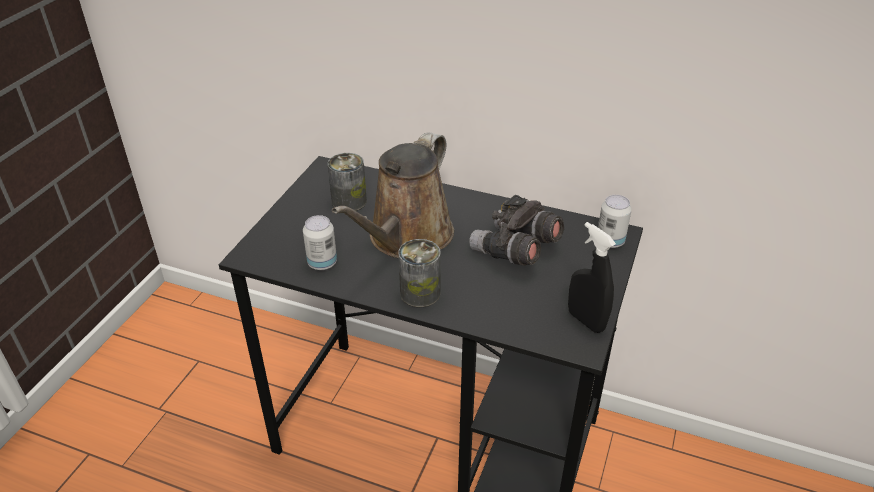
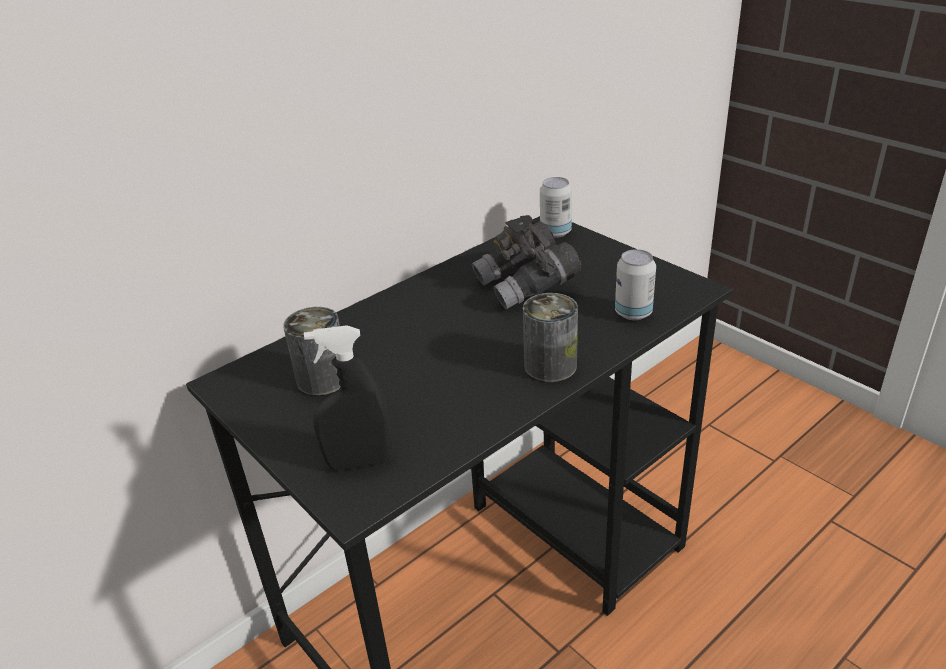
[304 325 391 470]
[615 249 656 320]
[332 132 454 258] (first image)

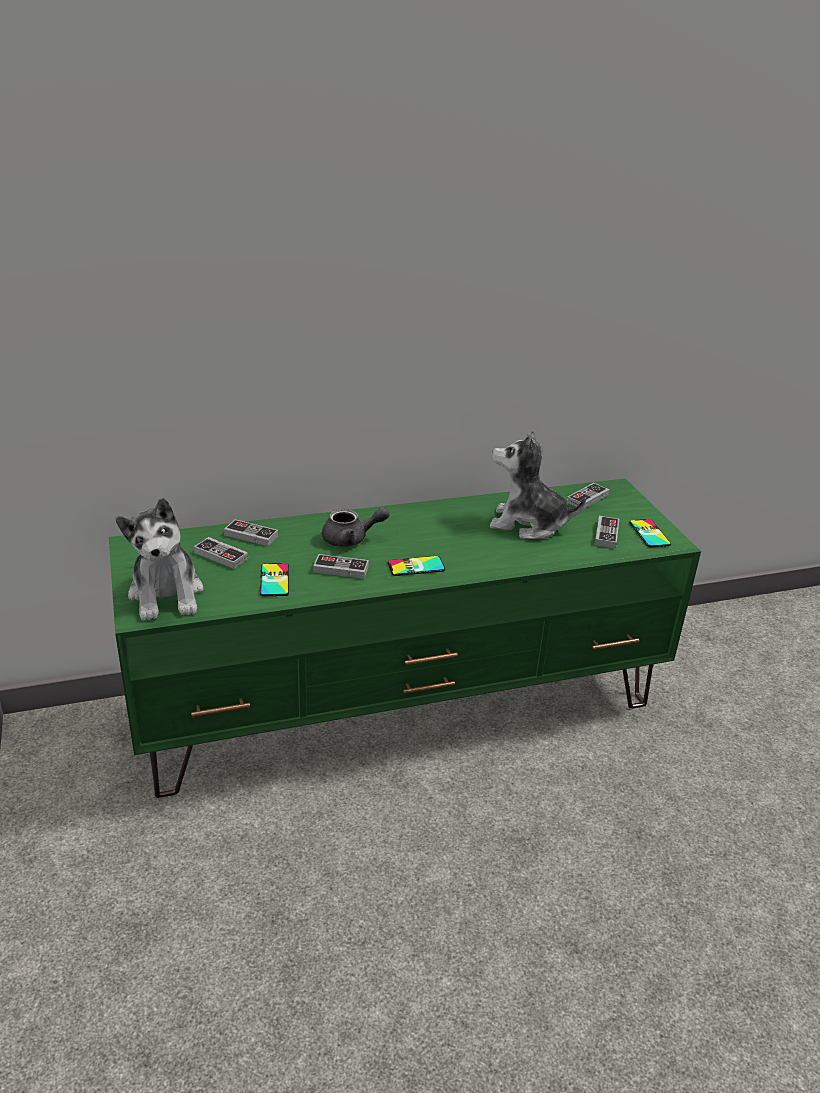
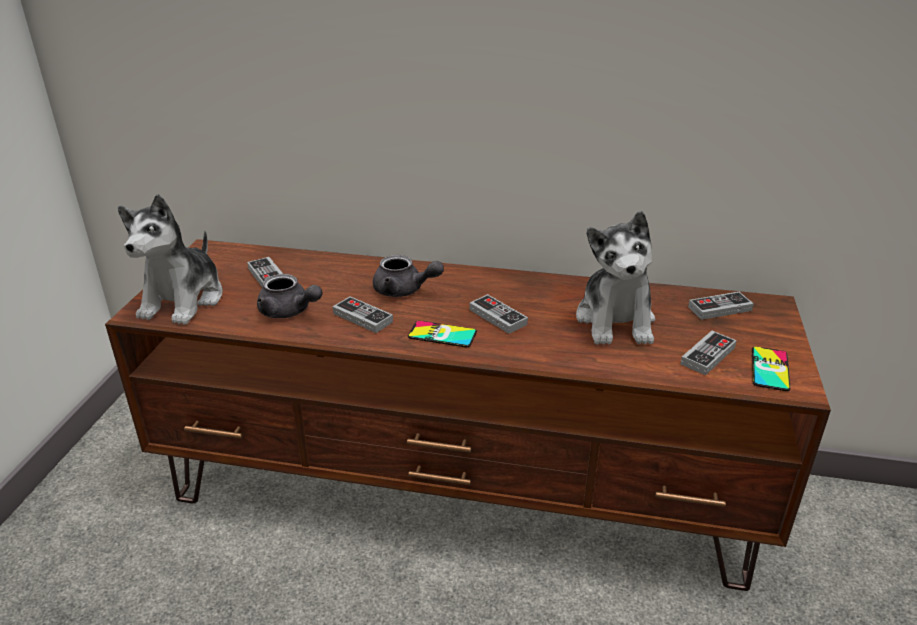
[105 239 831 591]
[257 274 323 318]
[469 294 528 334]
[576 211 655 345]

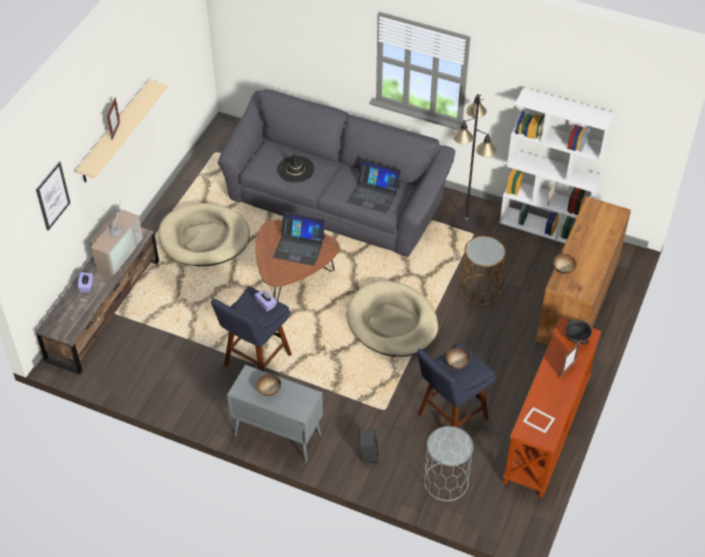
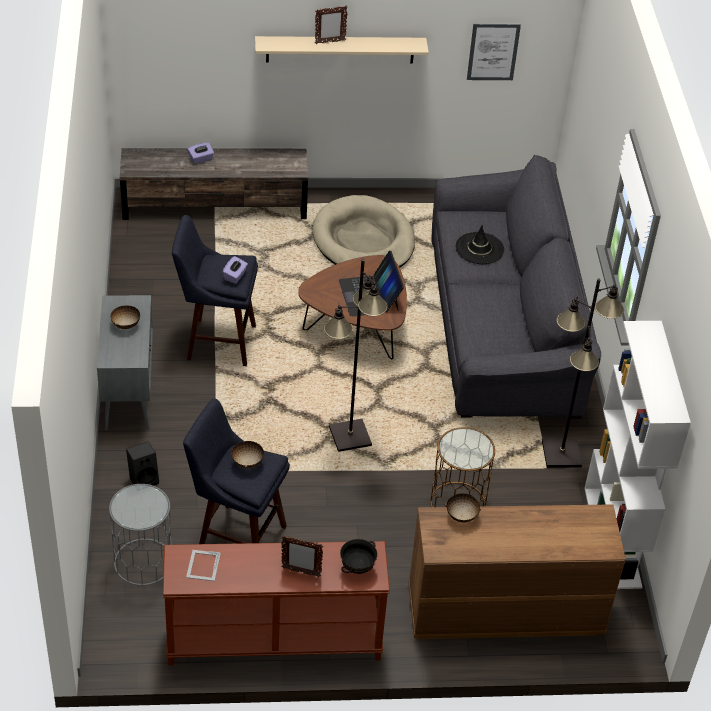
[324 259 388 452]
[467 23 521 80]
[89 200 143 276] (first image)
[348 159 401 213] (first image)

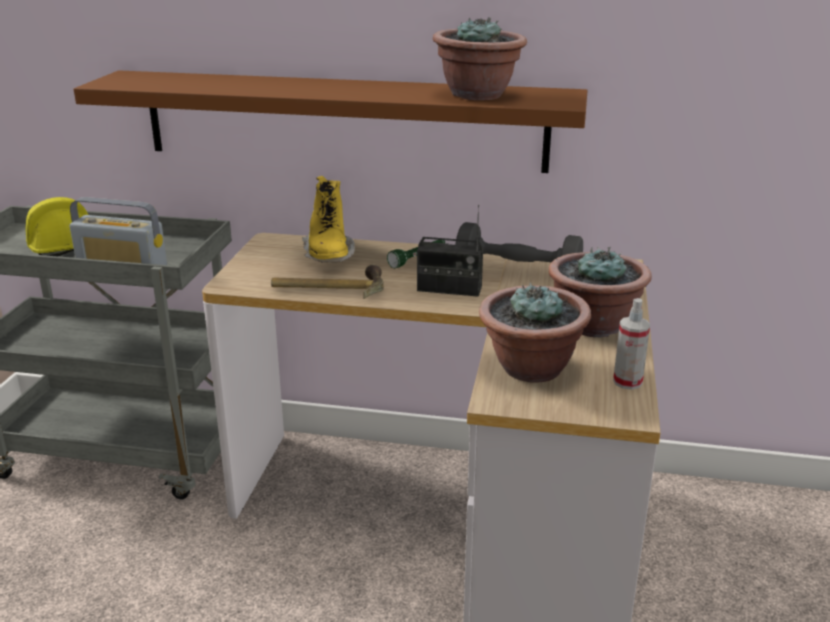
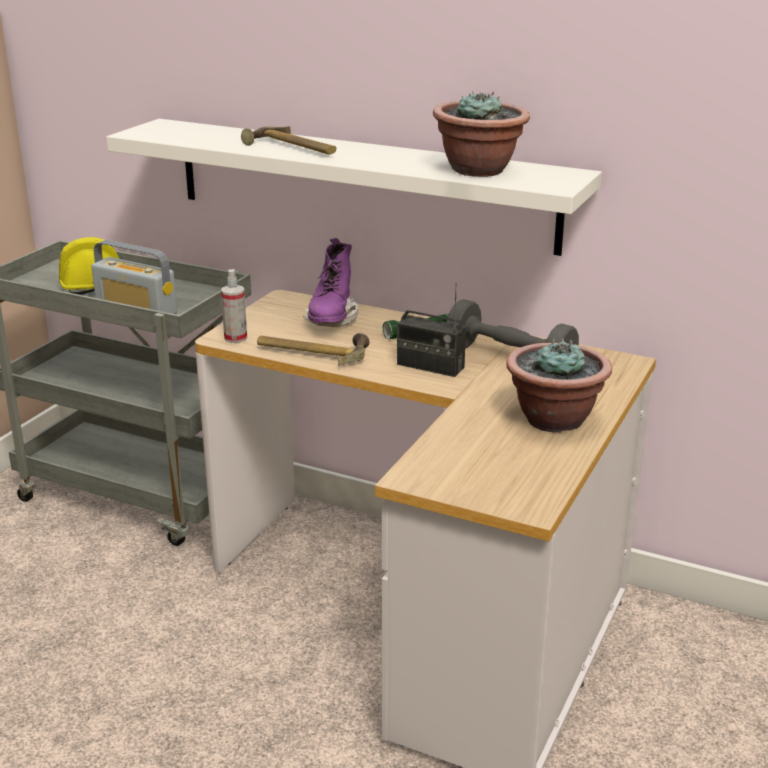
[106 119 602 256]
[221 269 247 343]
[241 126 336 155]
[303 238 358 327]
[479 282 591 383] (first image)

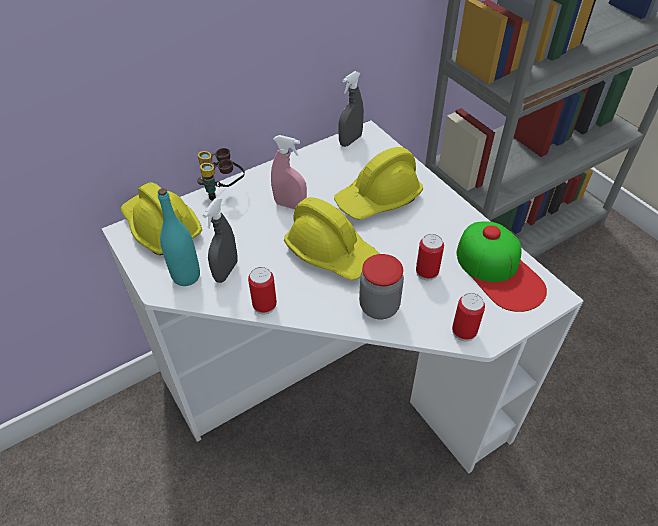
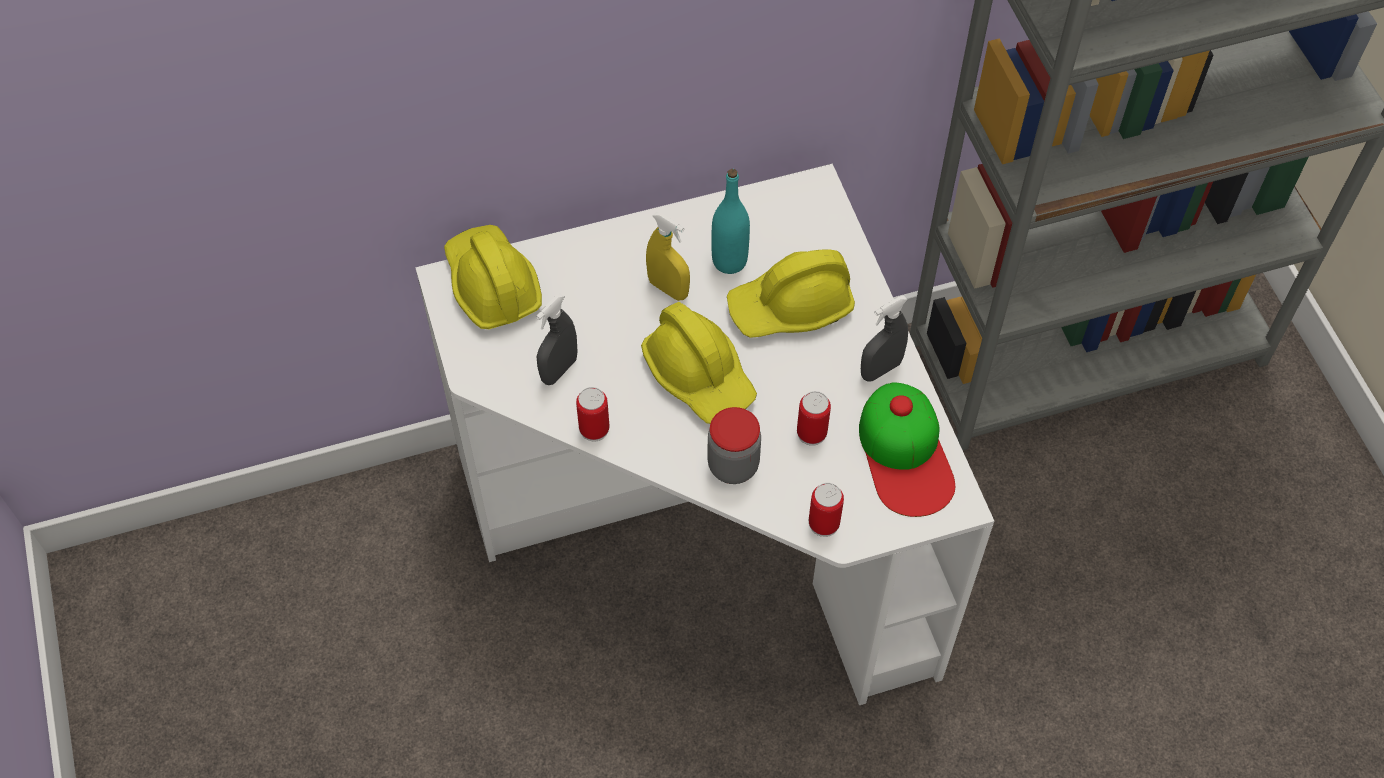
[646 212 690 301]
[711 169 750 274]
[861 295 908 382]
[197 148 245 201] (first image)

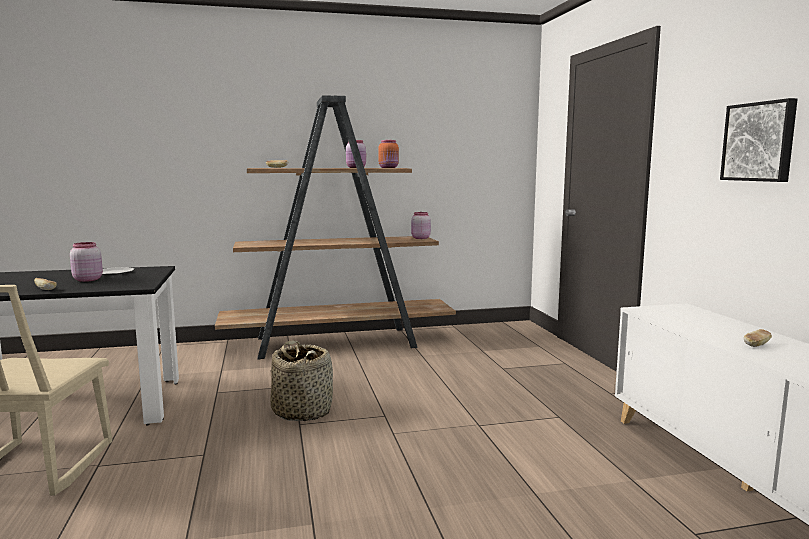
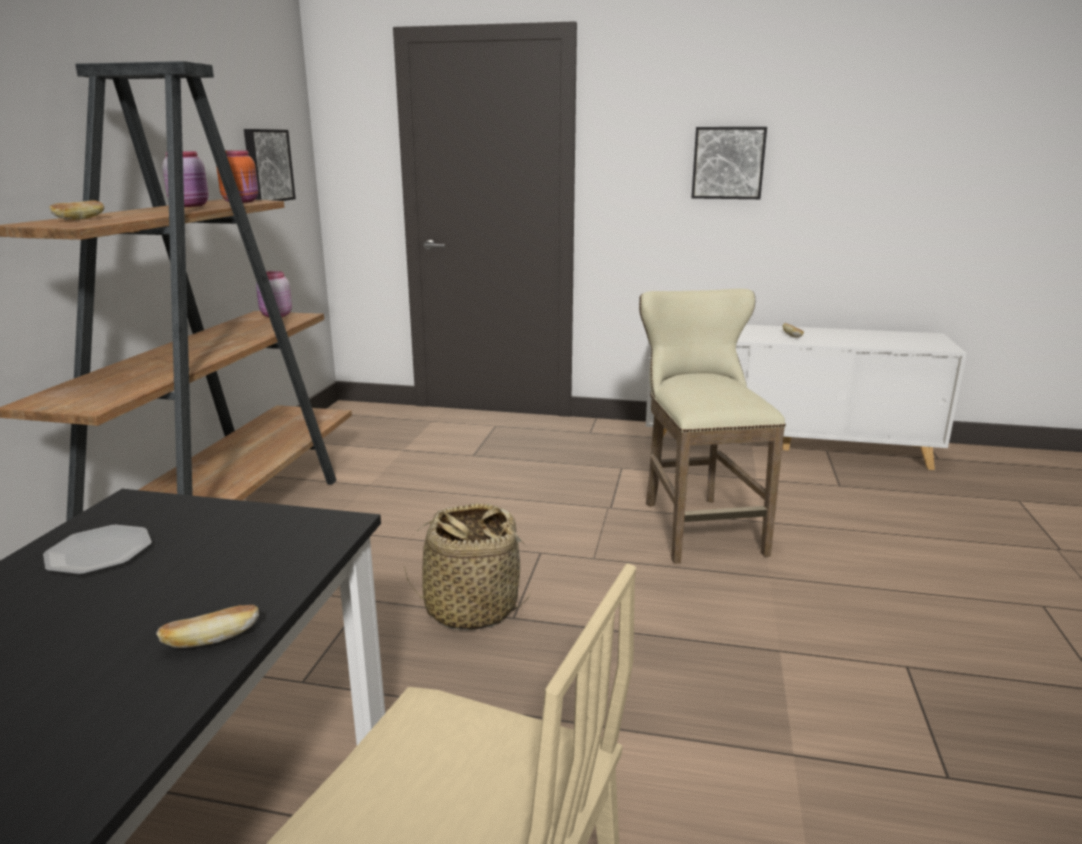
[244 129 296 201]
[639 289 786 564]
[70 242 103 282] (first image)

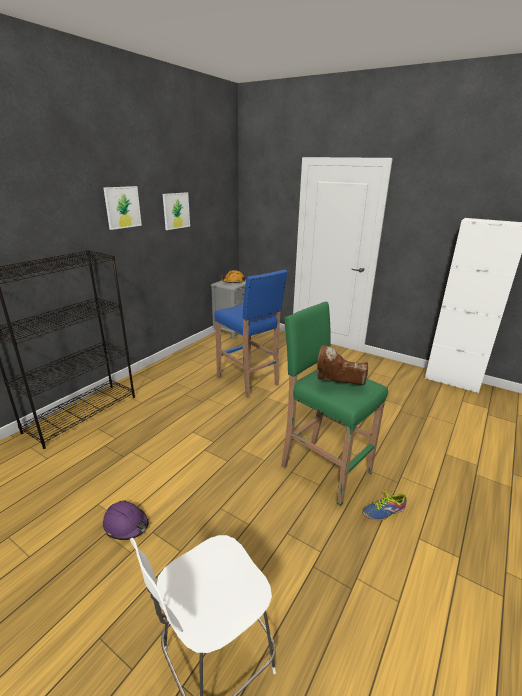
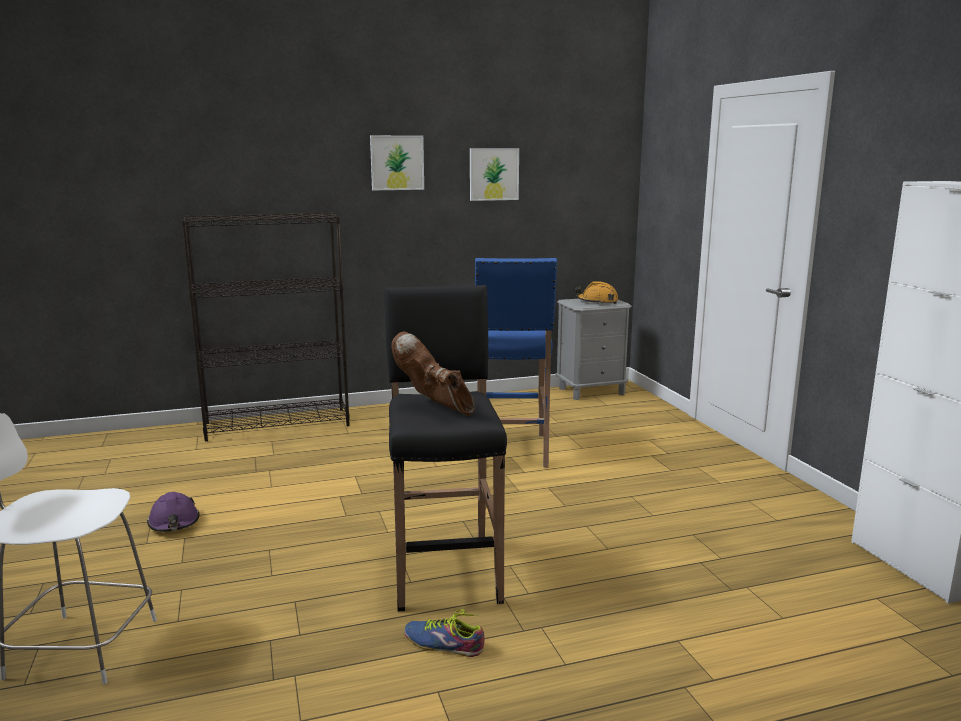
[384 285 507 612]

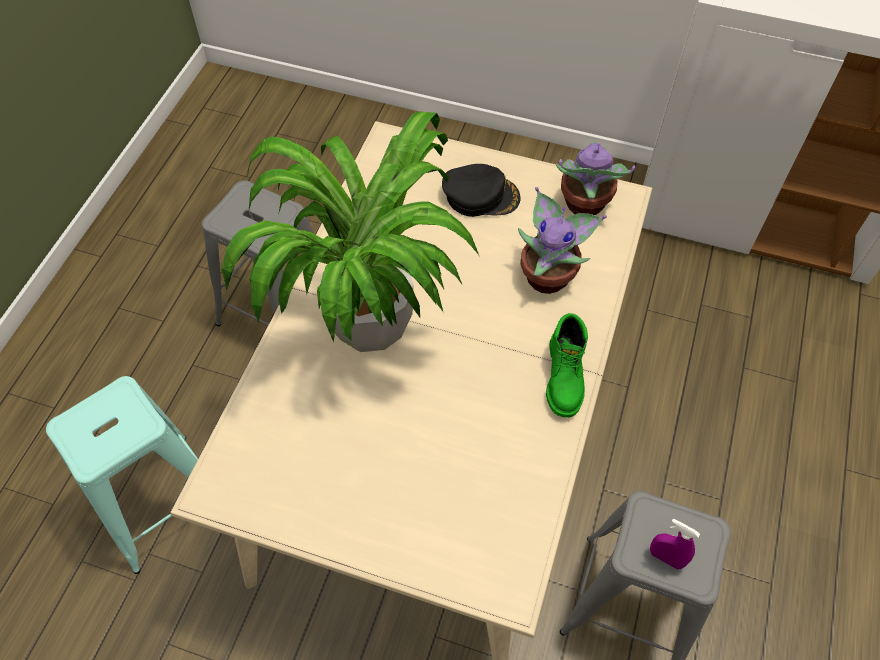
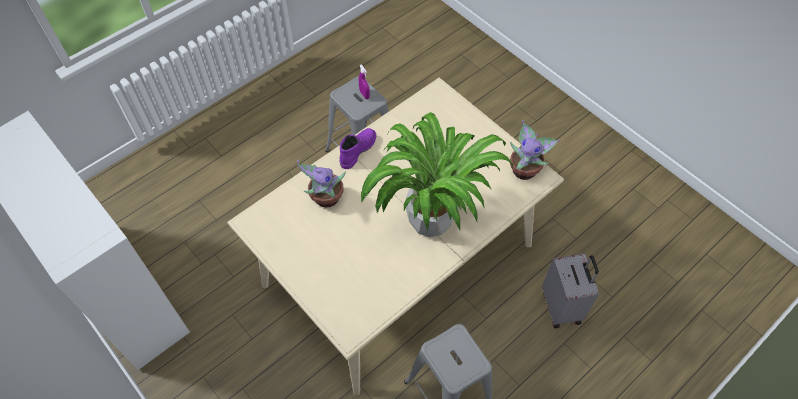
[340 128 376 169]
[510 120 560 180]
[542 254 599 328]
[442 164 521 217] (first image)

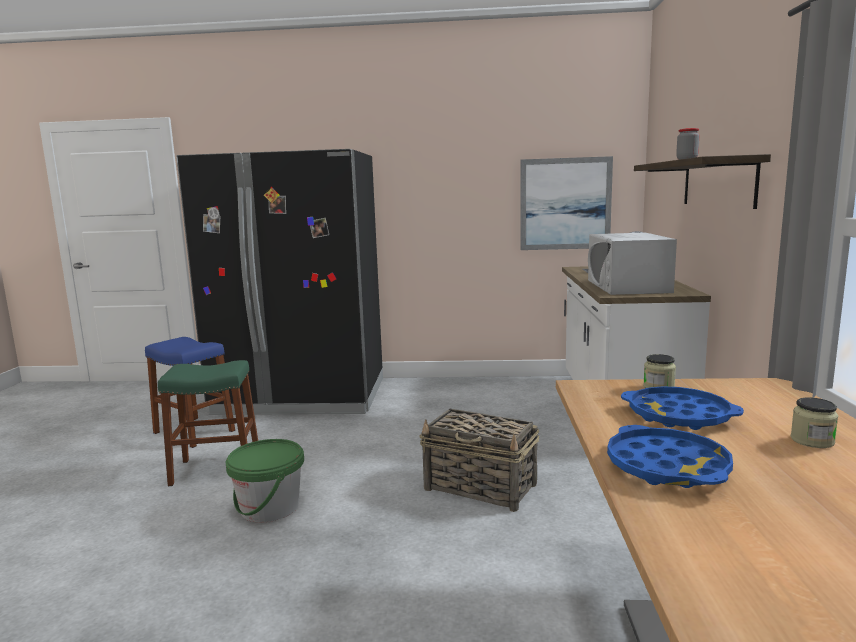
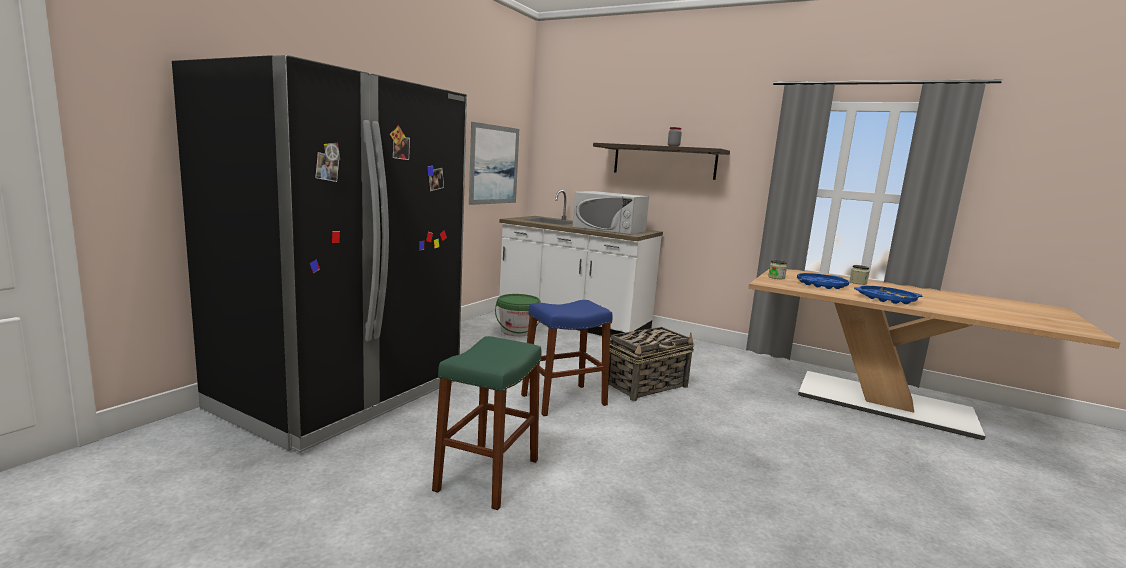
[495 294 541 336]
[521 300 613 416]

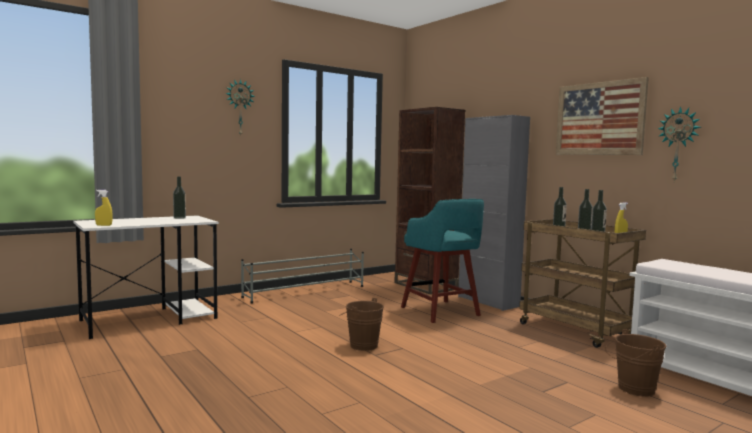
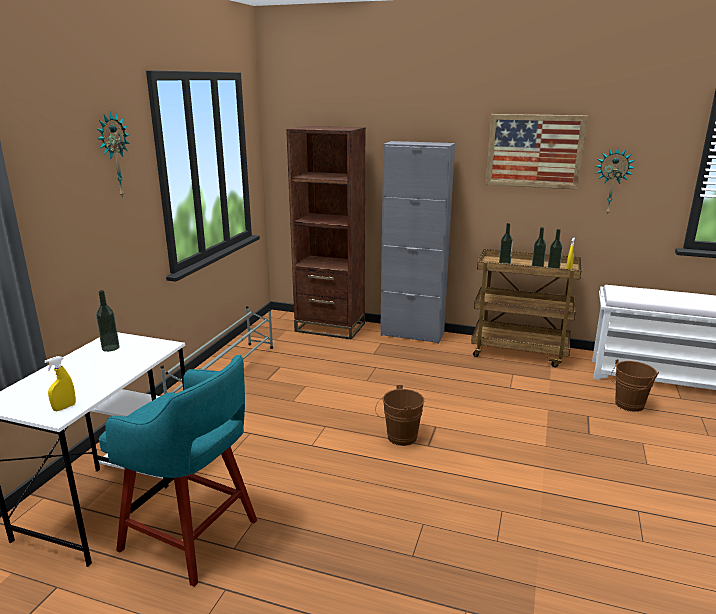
[99 355 257 587]

